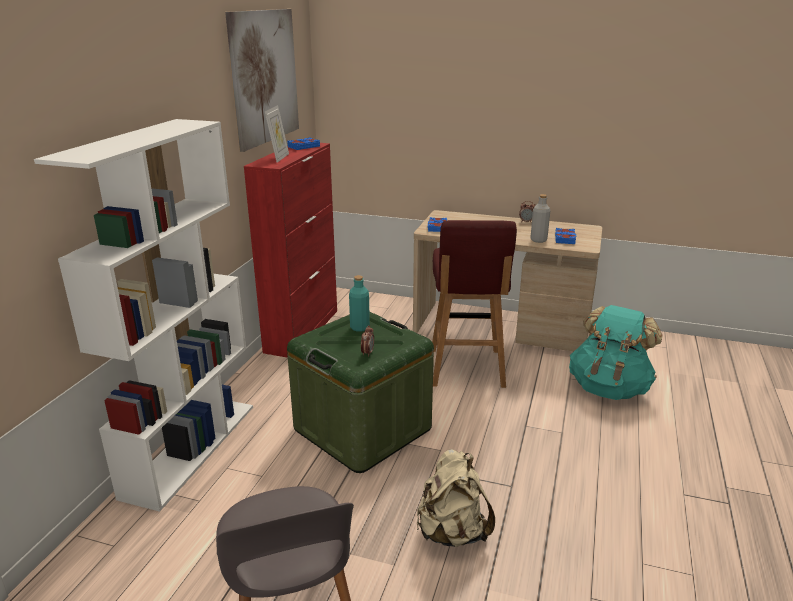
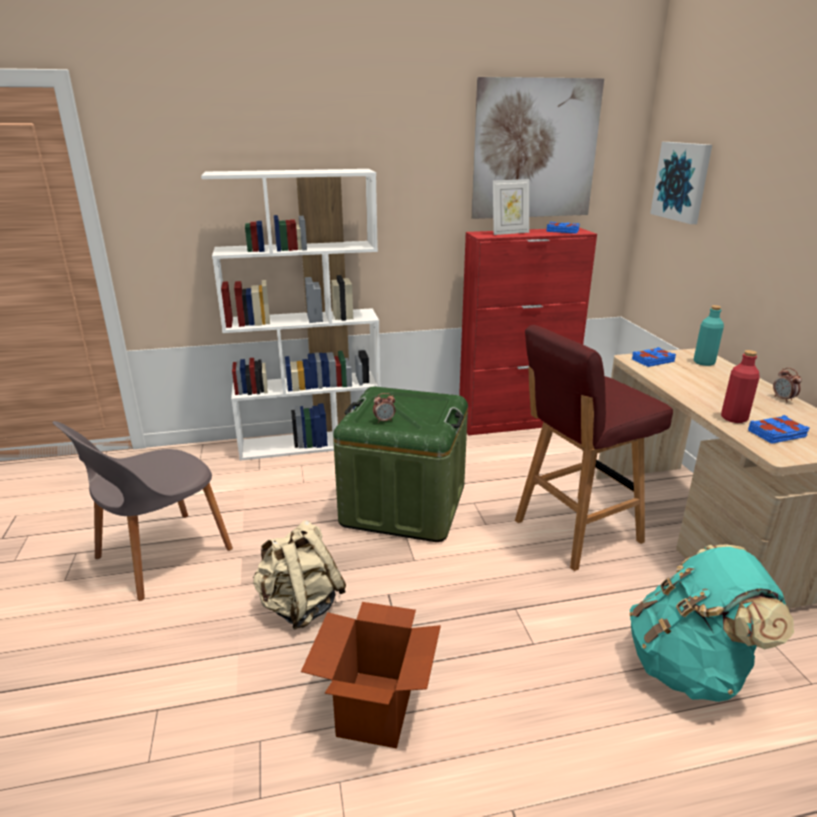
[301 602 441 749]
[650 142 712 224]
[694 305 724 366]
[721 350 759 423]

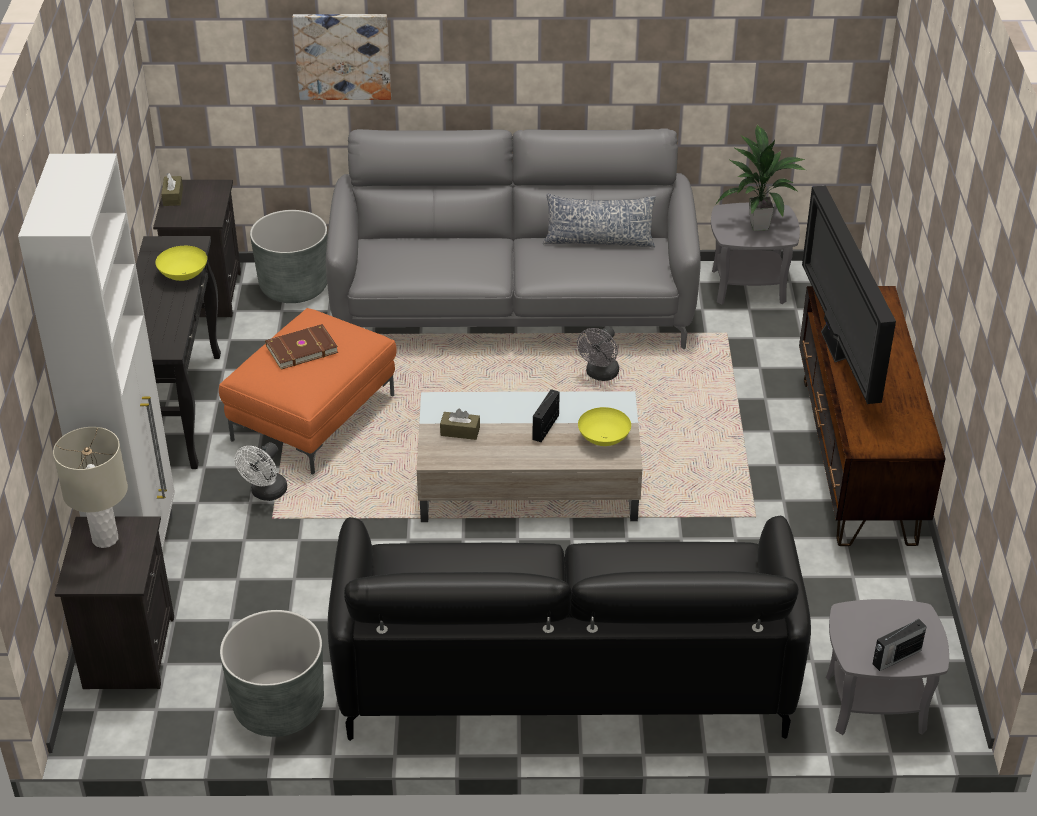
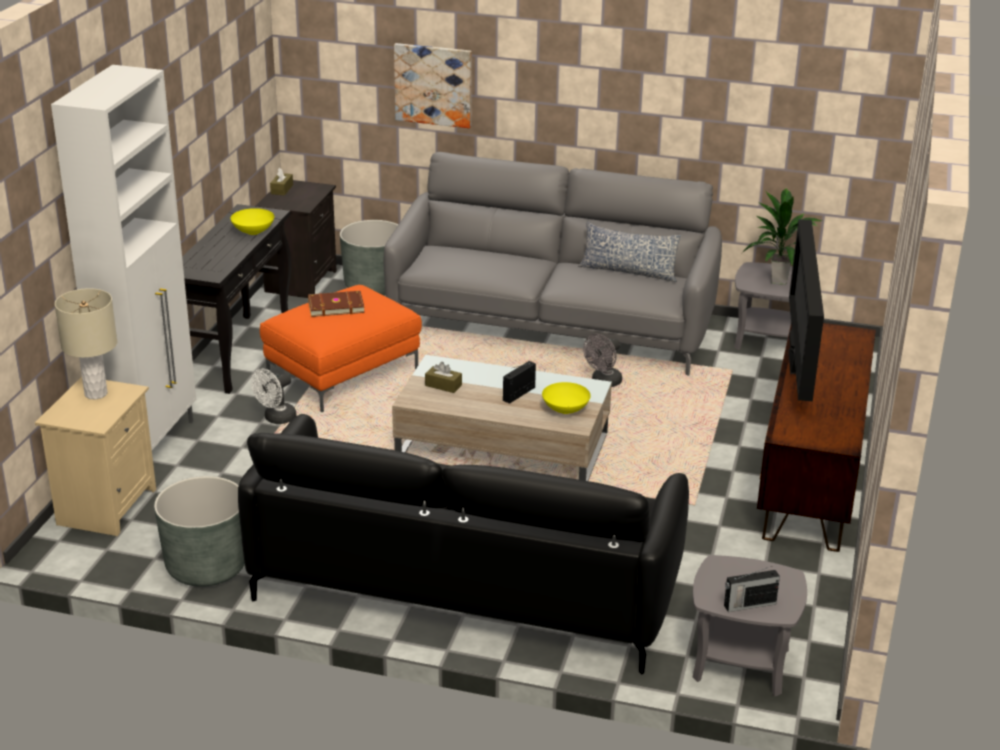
[35 377 156 536]

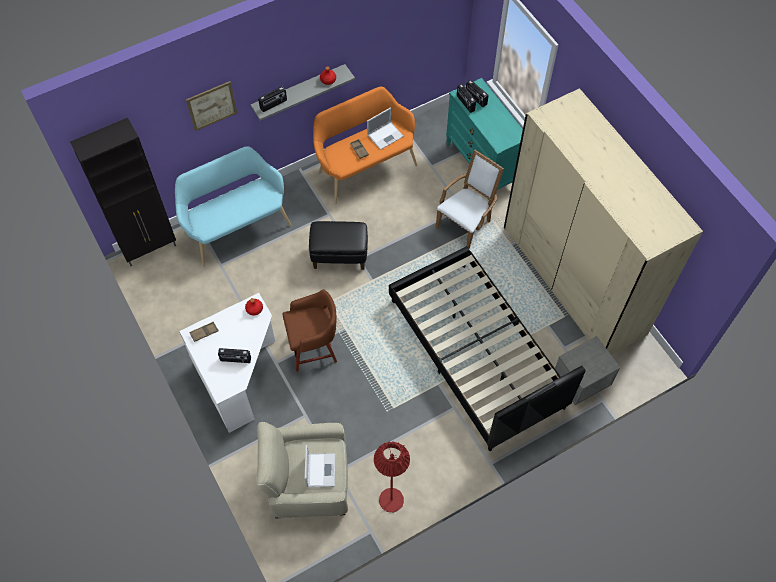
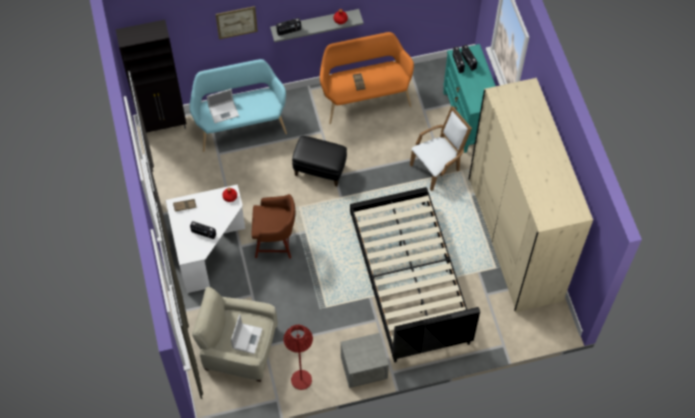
[207 89 239 123]
[340 333 389 388]

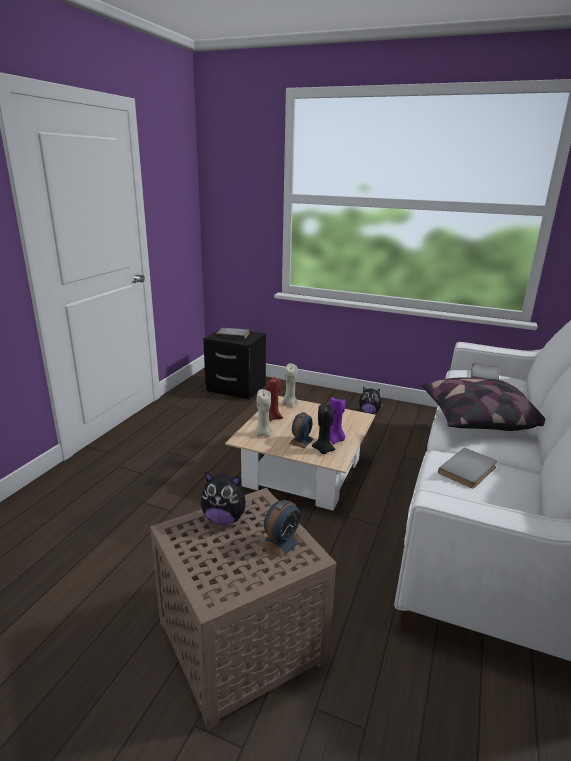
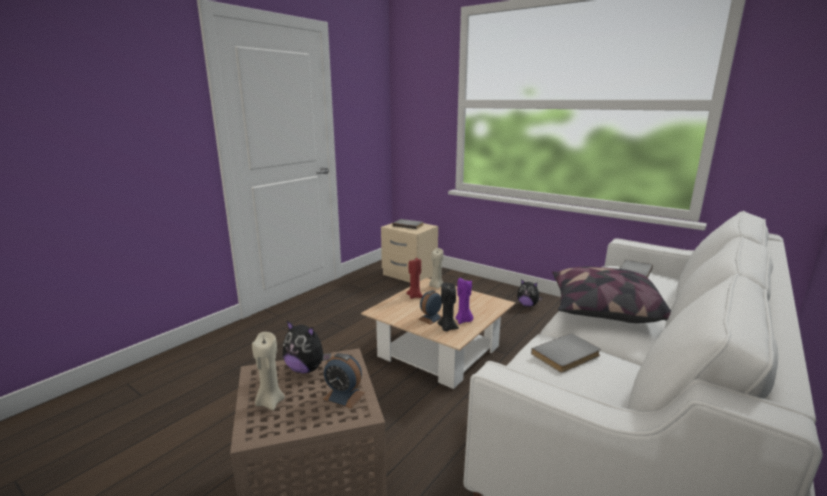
[252 332 285 410]
[323 353 365 408]
[381 223 438 282]

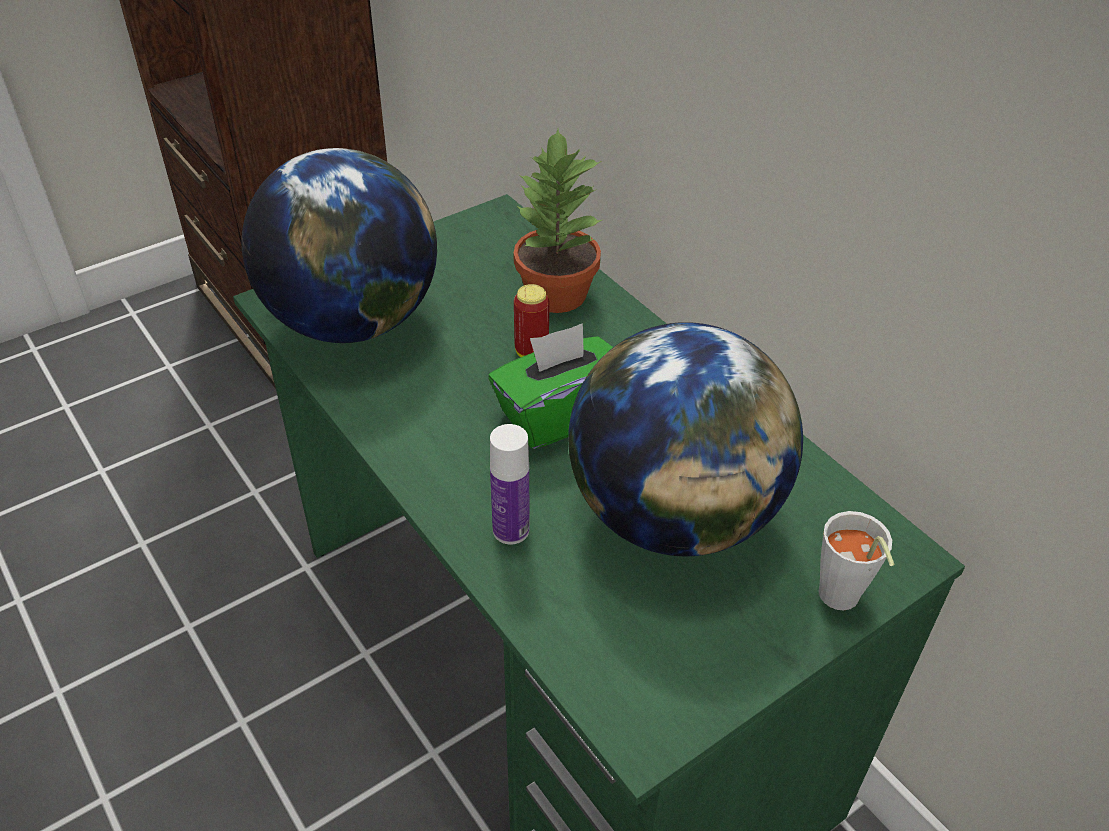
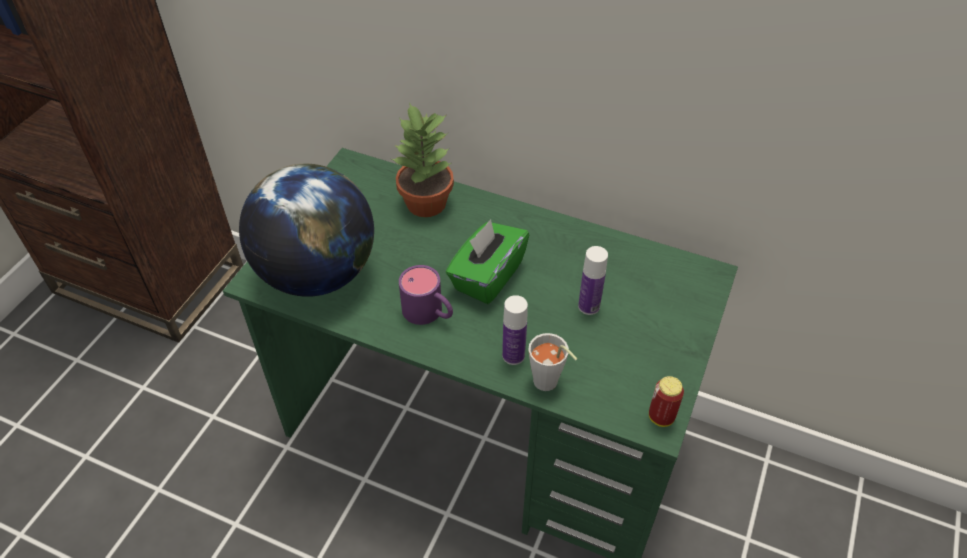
[399 265 453 325]
[528 333 577 391]
[578 246 608 315]
[649 376 684 427]

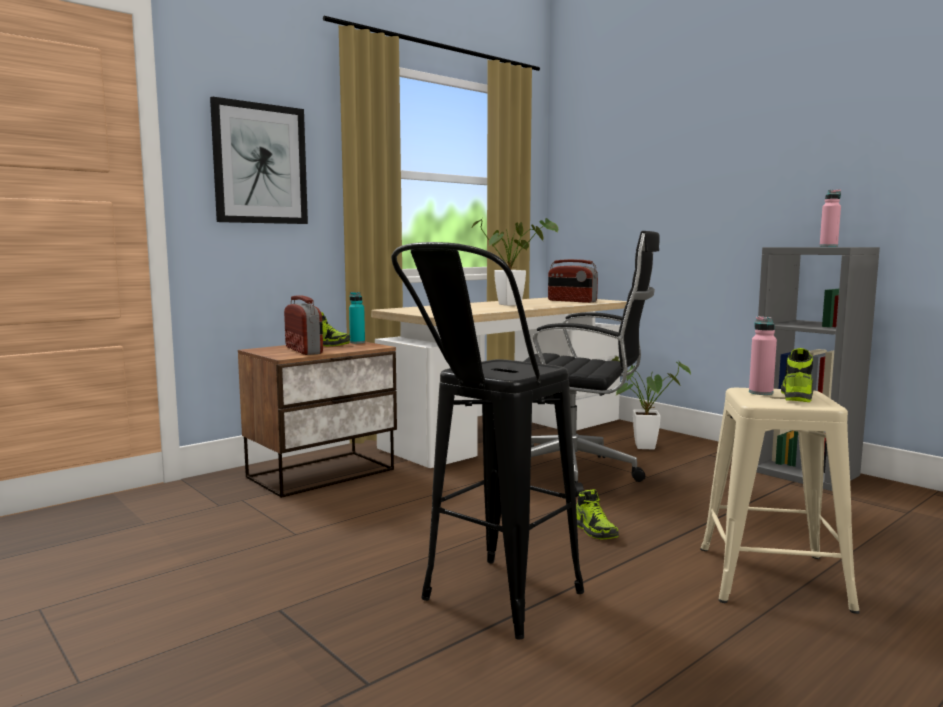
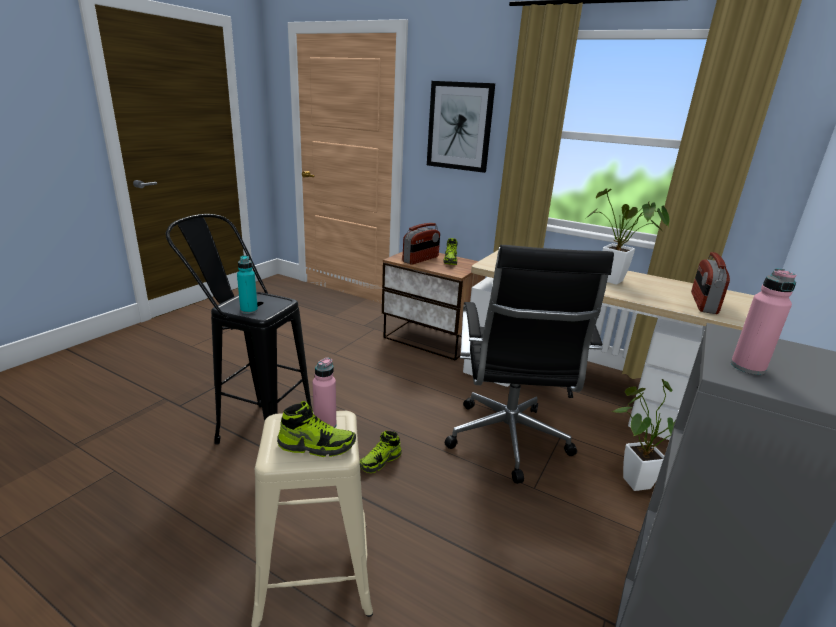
[237 255 258 314]

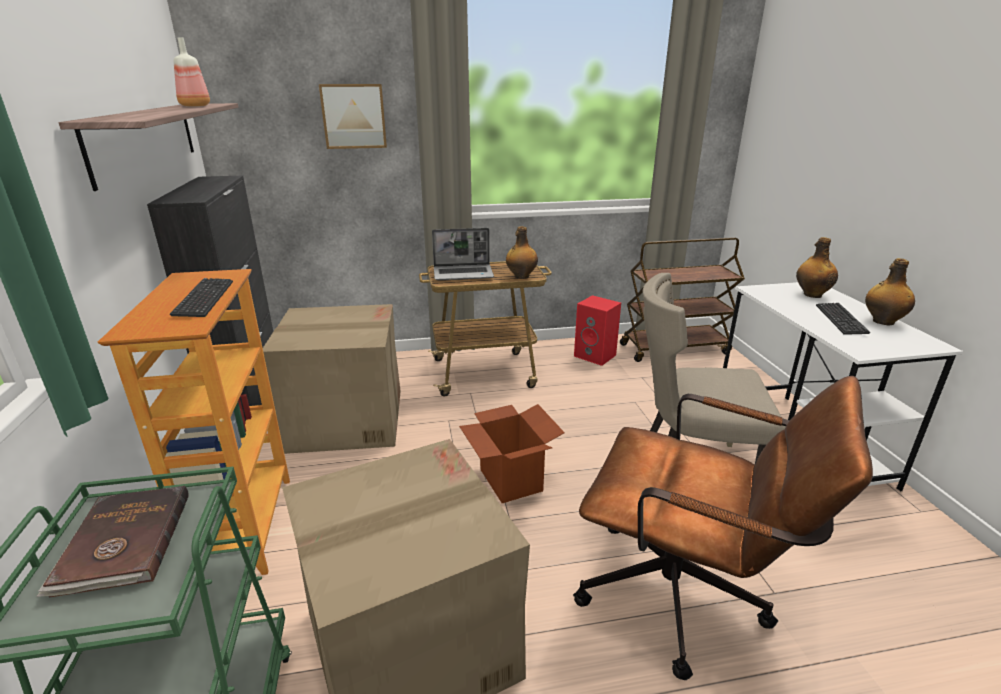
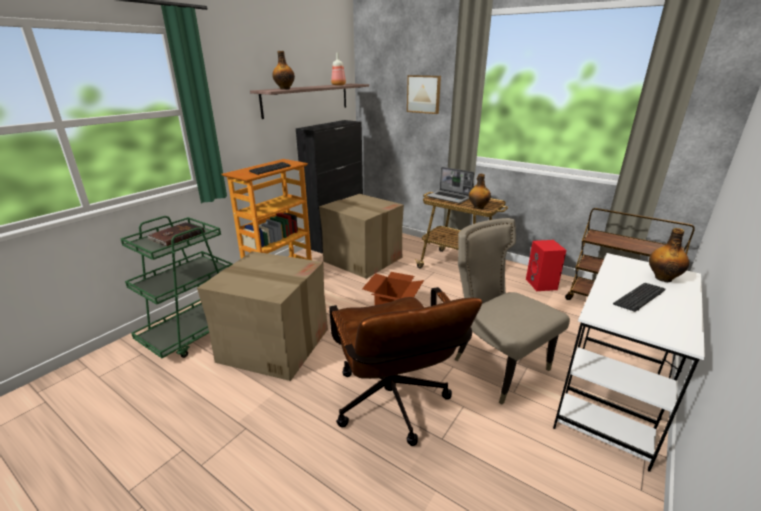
[272 51 295 90]

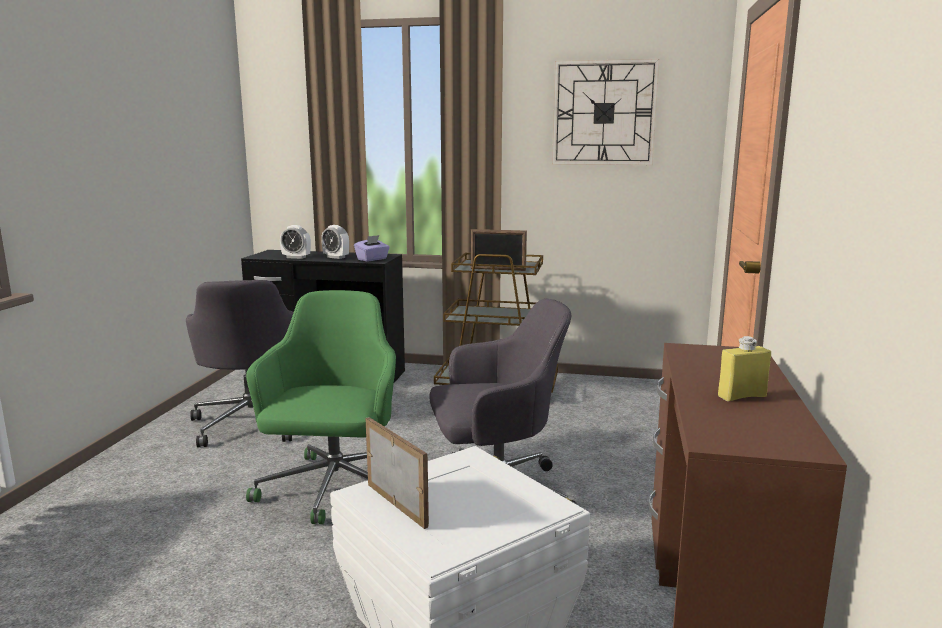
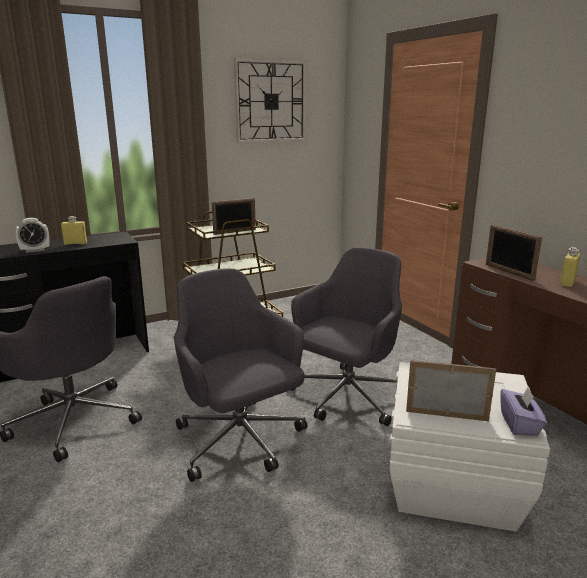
[61 216 87 245]
[174 268 307 482]
[486 224 542 281]
[501 387 547 436]

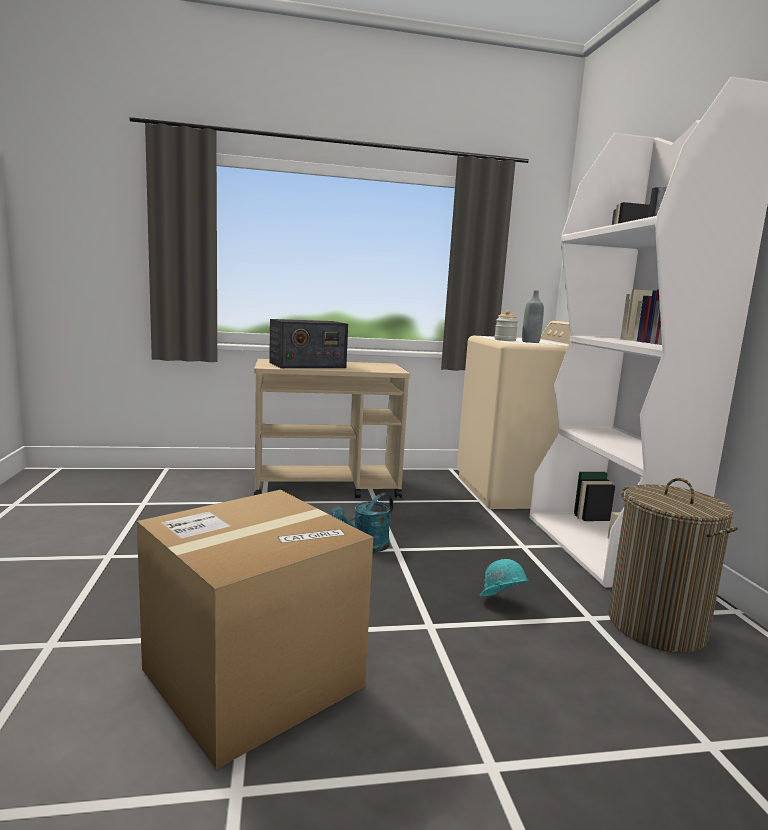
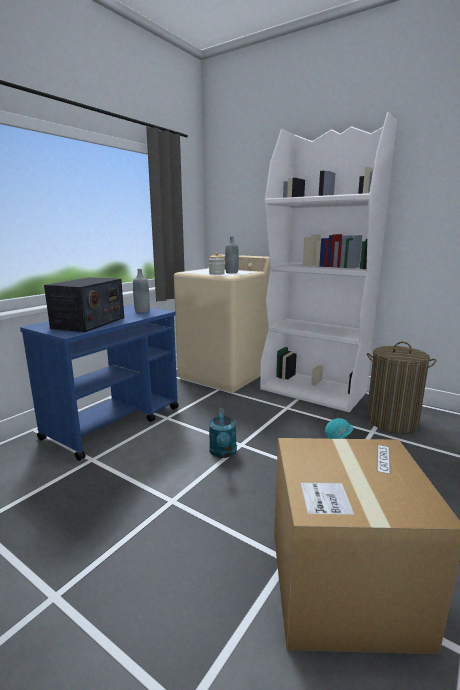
[20 305 179 461]
[133 269 150 313]

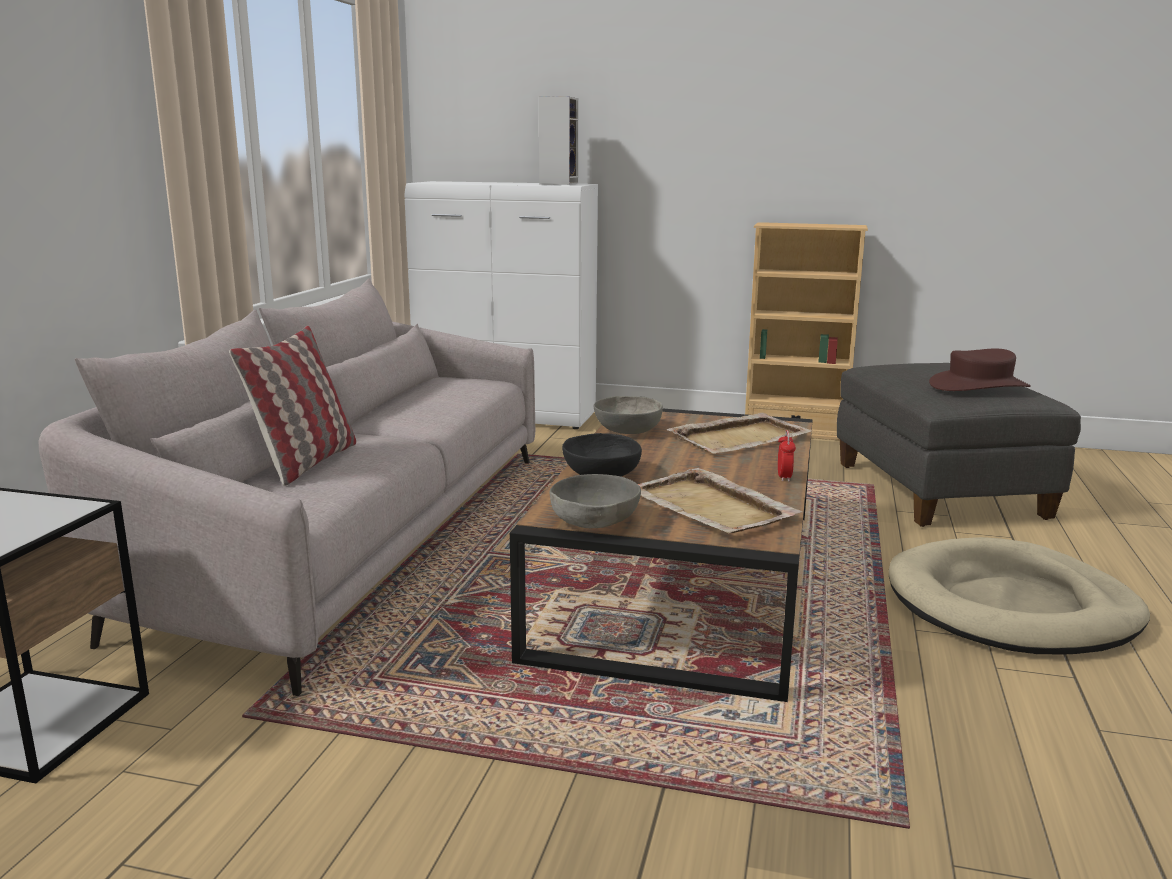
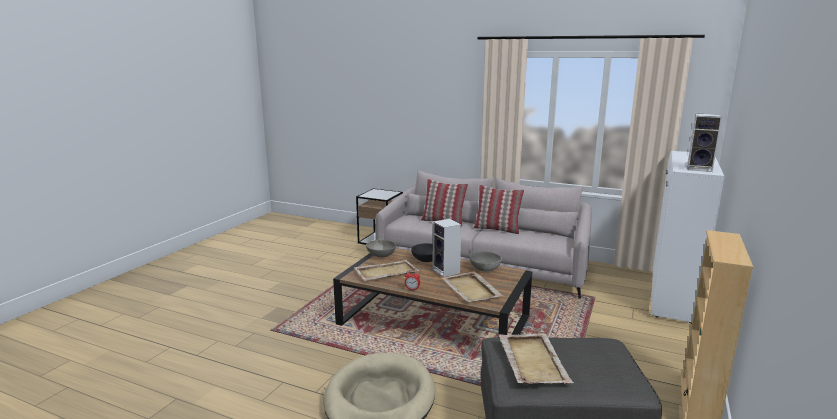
[432 219 461 277]
[474 185 524 234]
[498 333 574 384]

